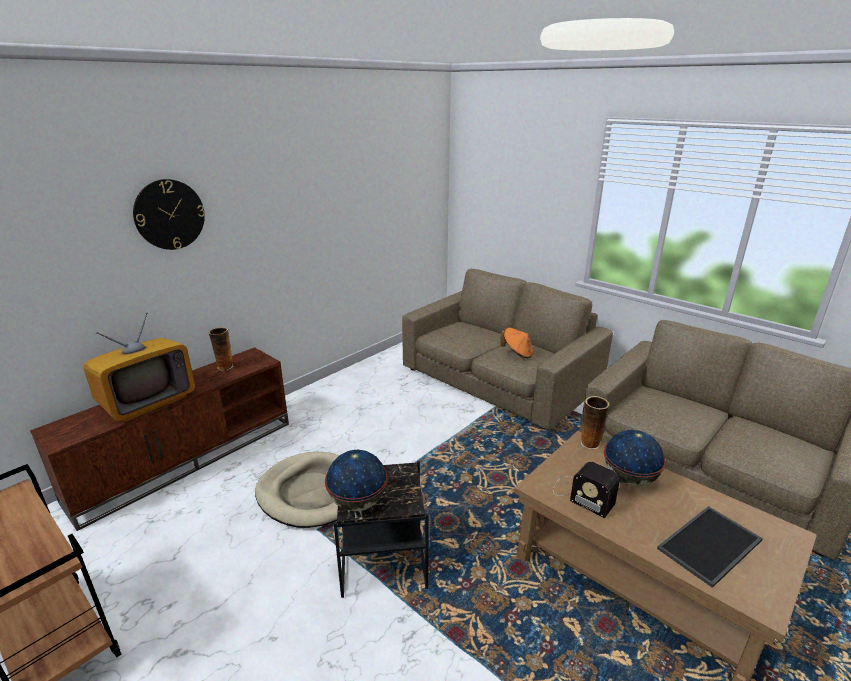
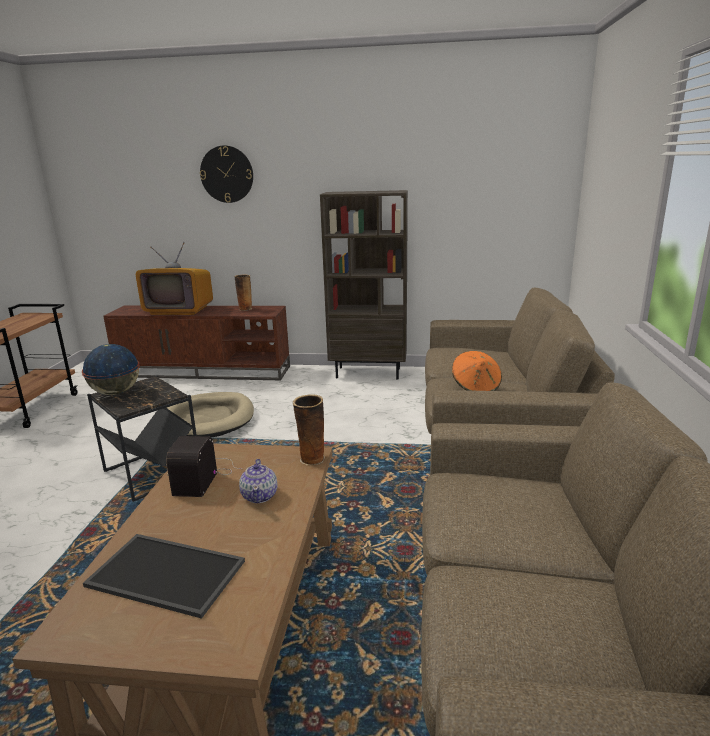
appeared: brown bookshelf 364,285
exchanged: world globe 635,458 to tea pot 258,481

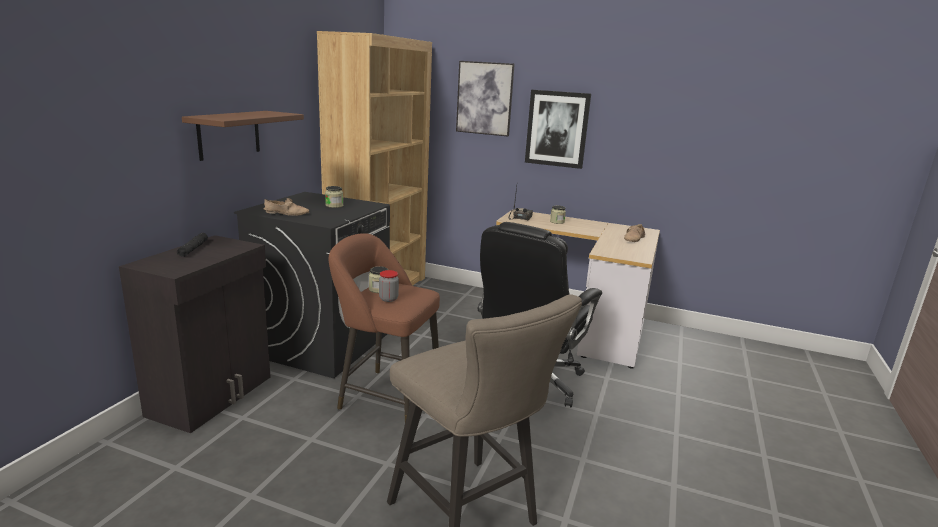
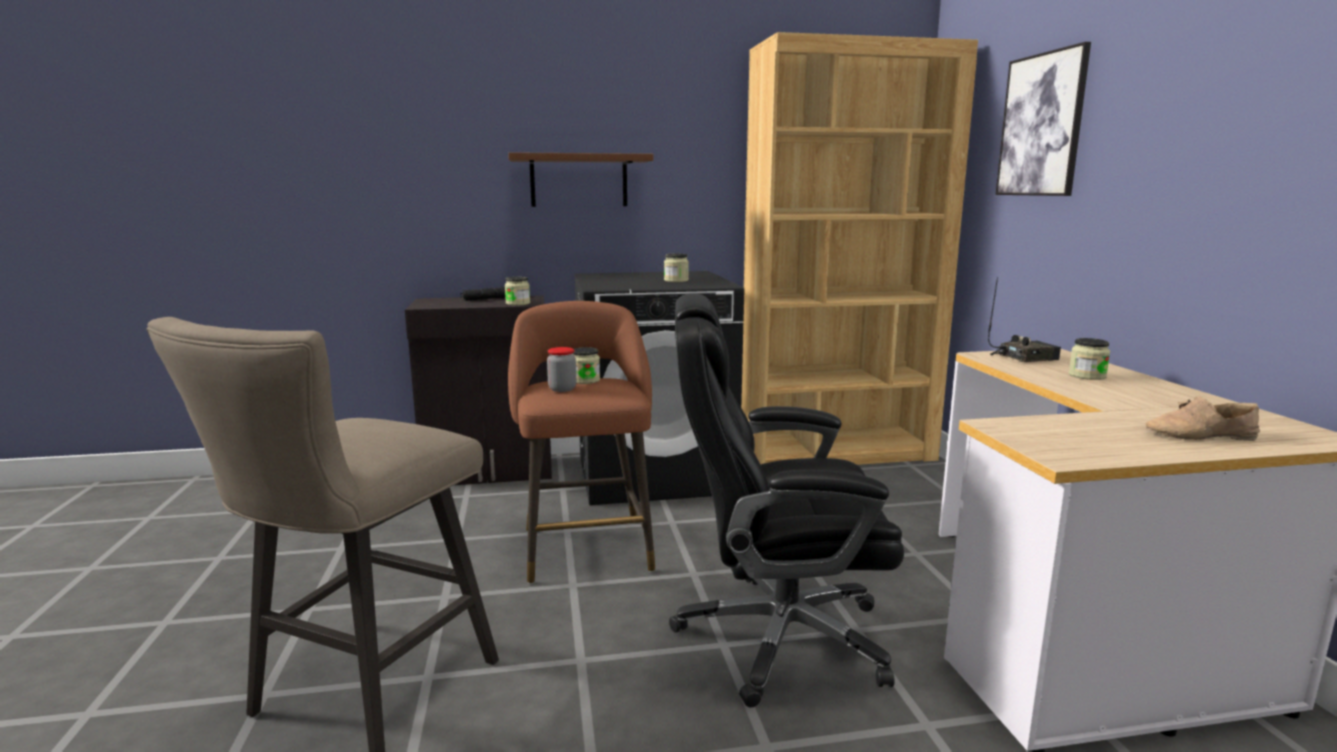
missing: wall art 558,129; beige-coloured item of footwear 286,207
appeared: storage jar 517,291

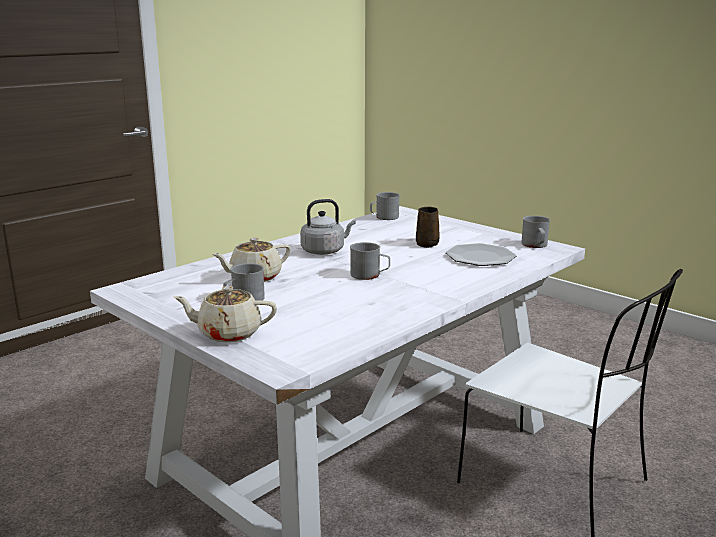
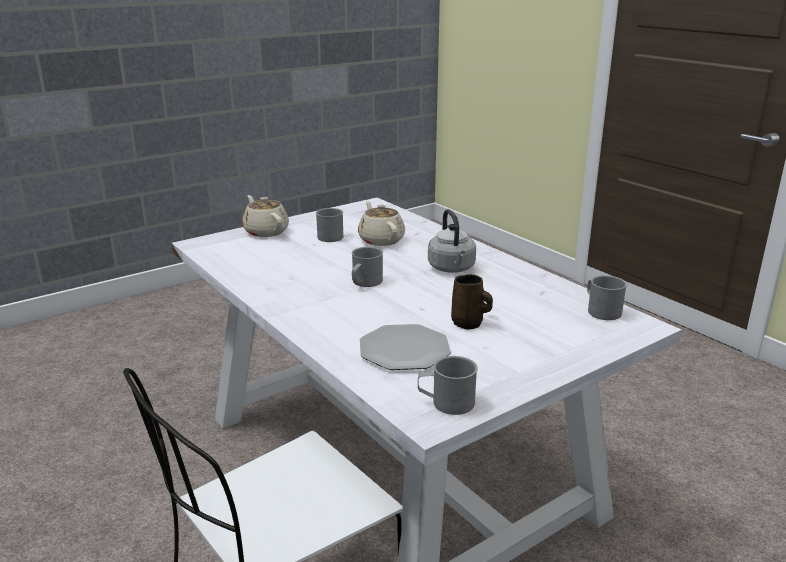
spun: beige-coloured tea pot 225,314 = 265,216 45 degrees counterclockwise

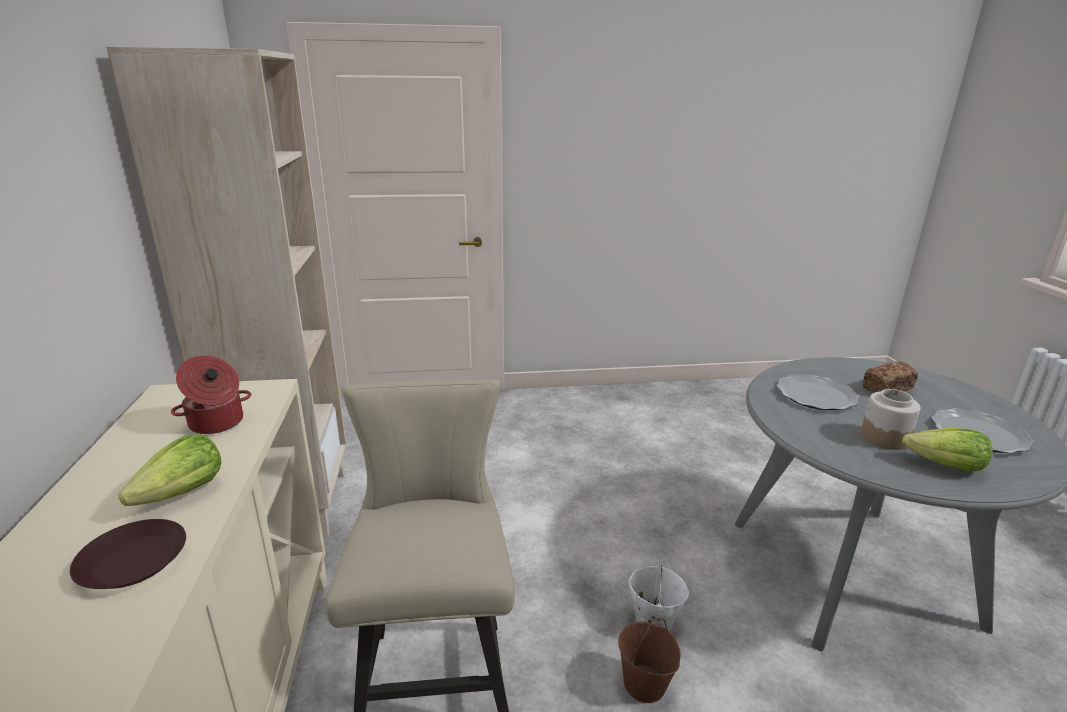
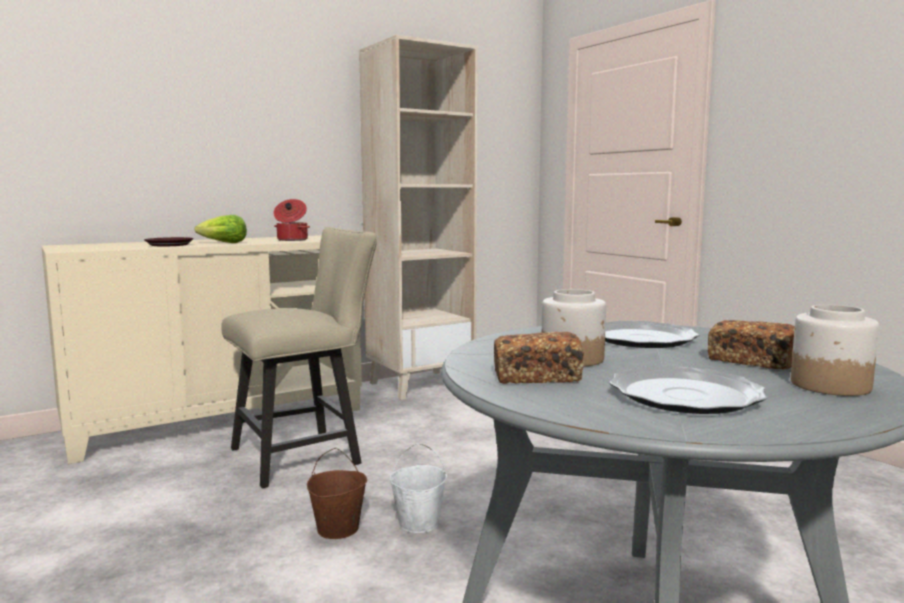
appeared: storage jar 835,350
exchanged: lettuce 947,450 to baked bread 539,358

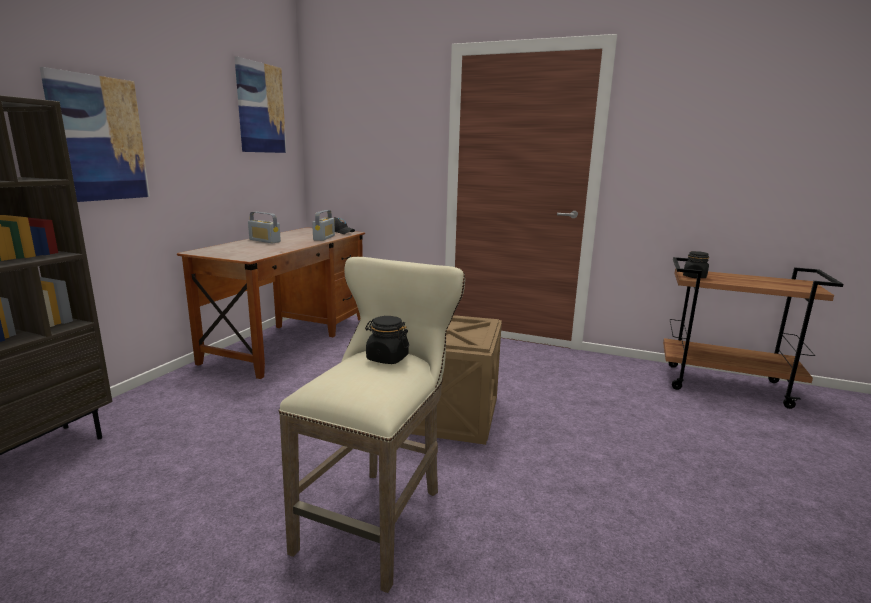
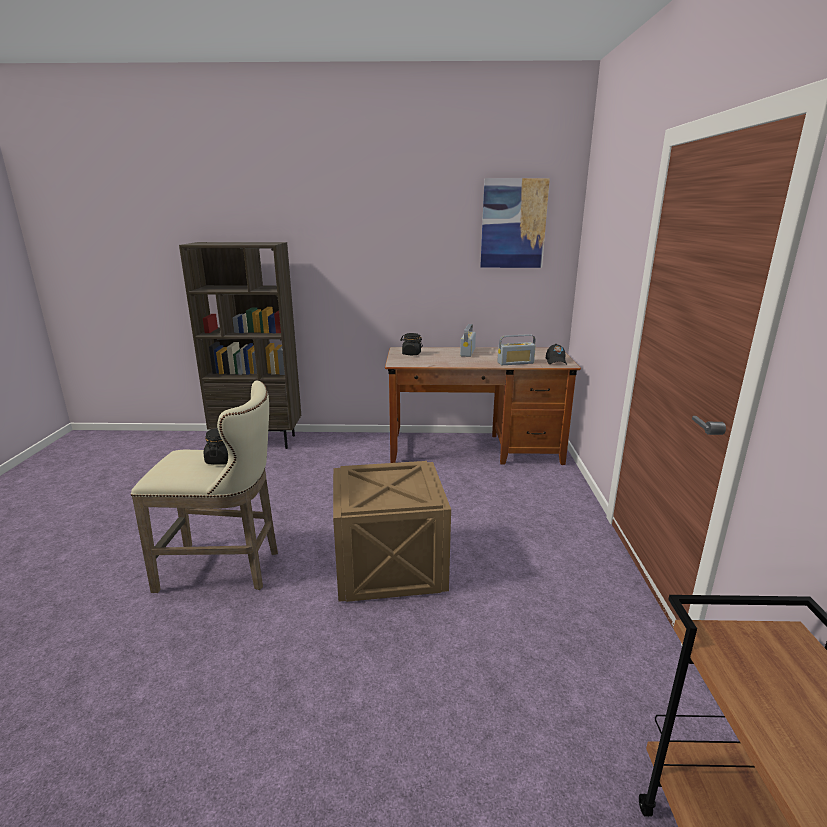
missing: wall art 95,134
relocated: black-coloured storage jar 696,264 to 411,344

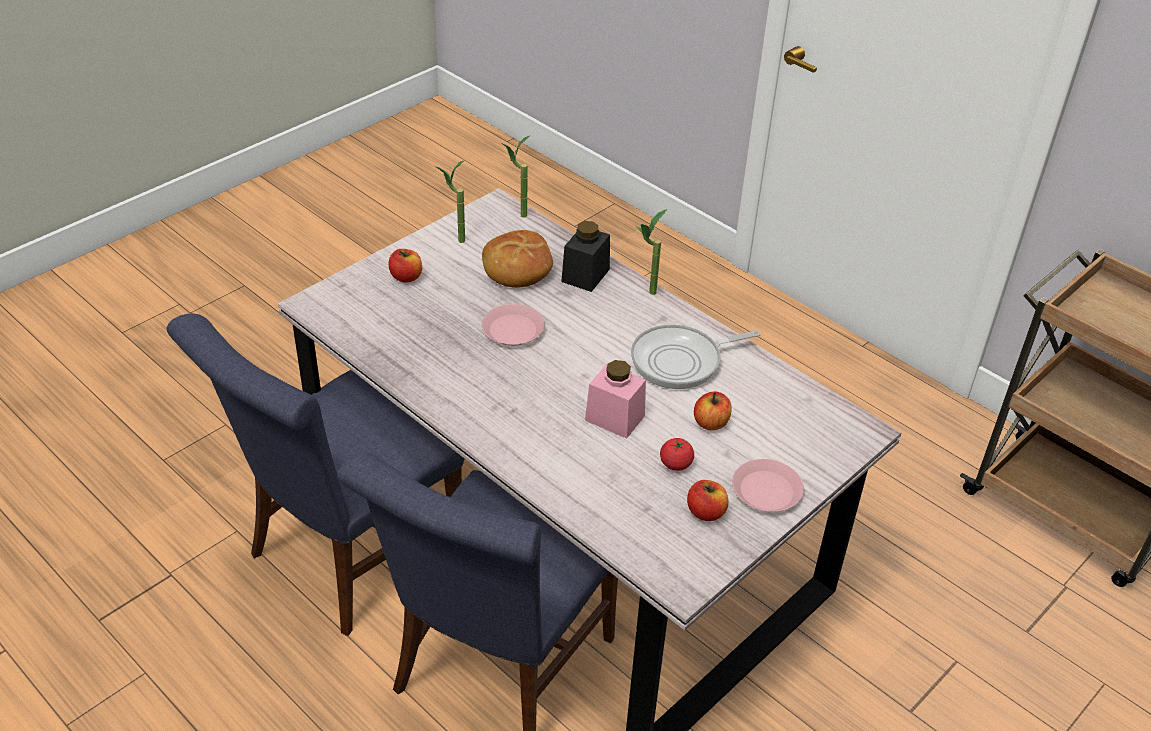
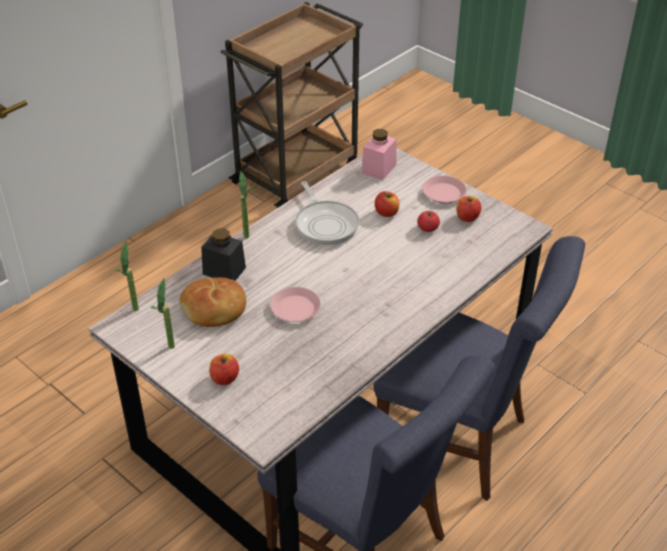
relocated: pinkish storage jar 615,399 to 379,154

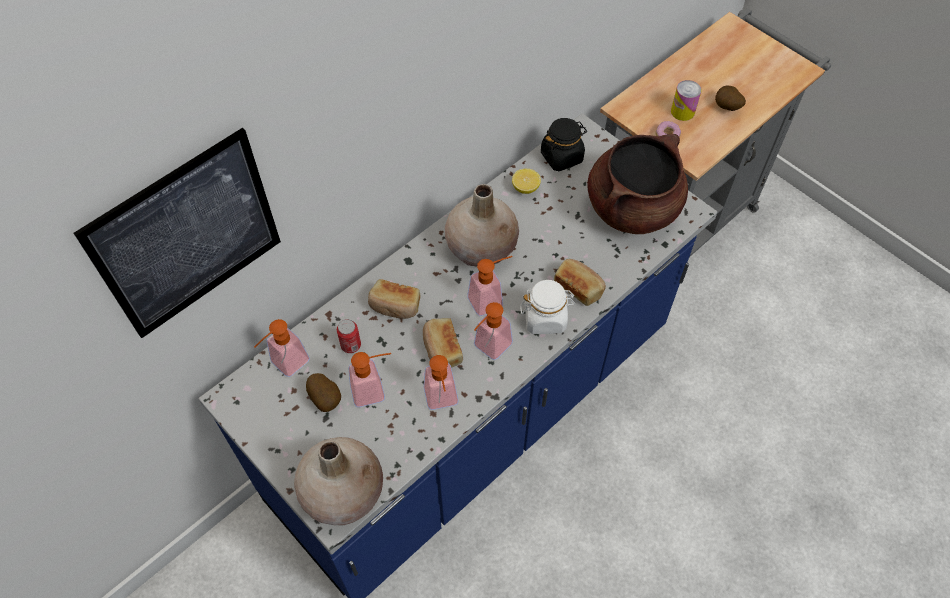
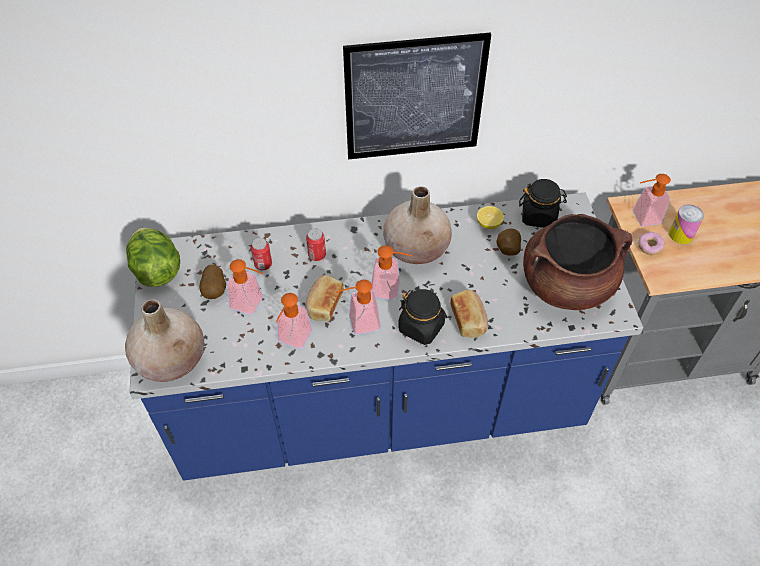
appeared: lettuce 153,257
relocated: potato 730,98 to 508,241; wall art 177,233 to 417,96; soap dispenser 282,348 to 652,200
exchanged: baked bread 394,299 to can 316,245
colour: whitish storage jar 547,307 to black-coloured storage jar 423,317

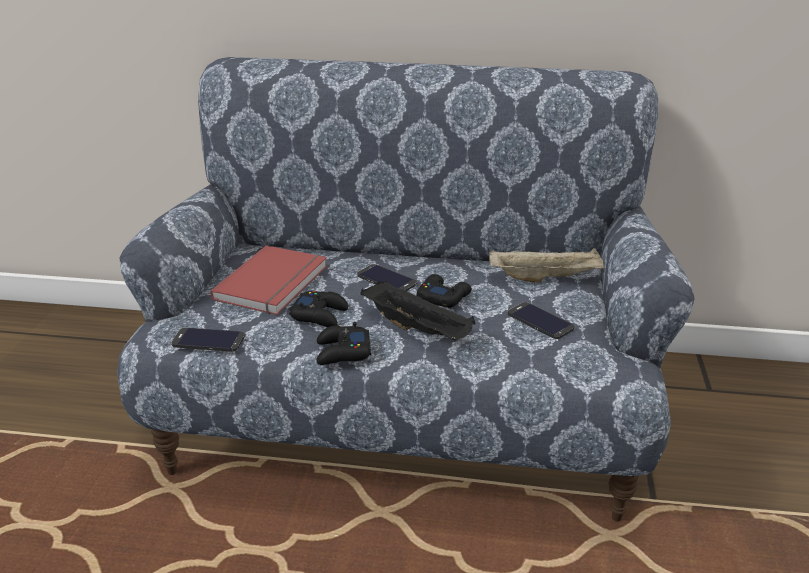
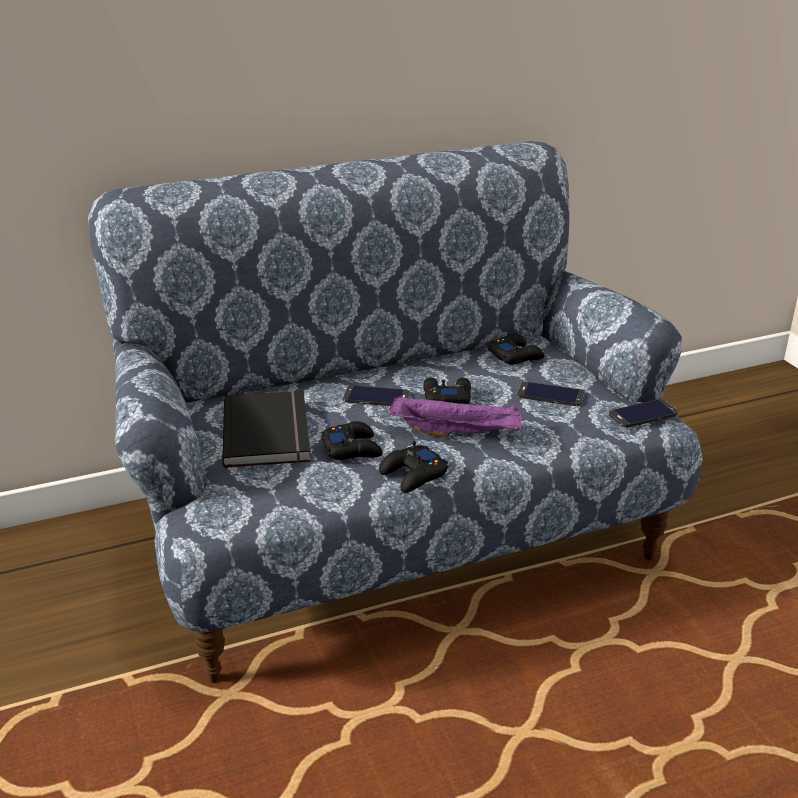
relocated: phone 208,340 to 643,413
exchanged: beige-coloured carrying tray 547,265 to black-coloured joypad 516,349
colour: red-coloured bound book 268,280 to black-coloured bound book 266,429; black-coloured carrying tray 418,310 to purple carrying tray 455,416

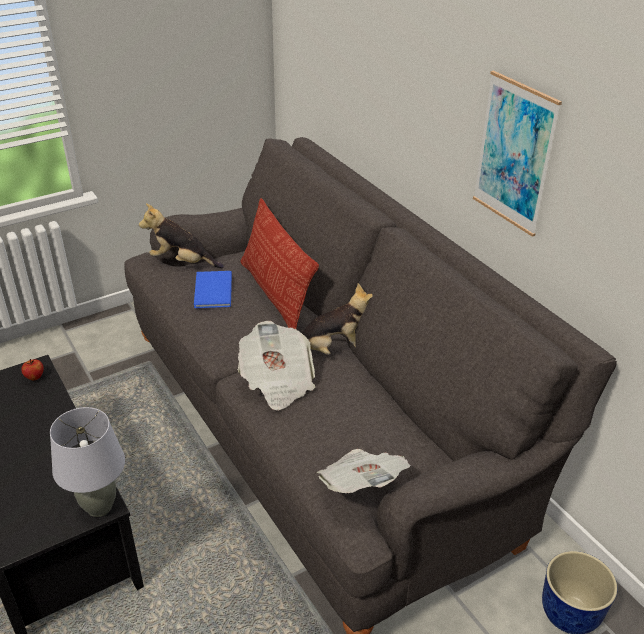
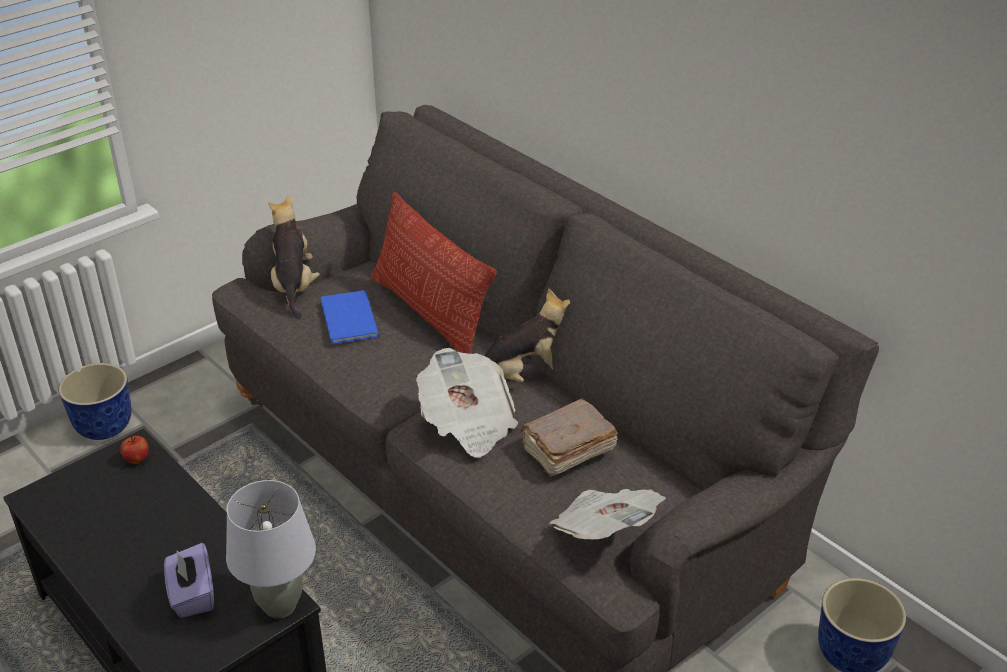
missing: wall art 517,154
appeared: flower pot 95,401; brown bound book 569,438; purple tissue box 189,580
spun: cuddly toy 181,235 = 294,257 75 degrees clockwise

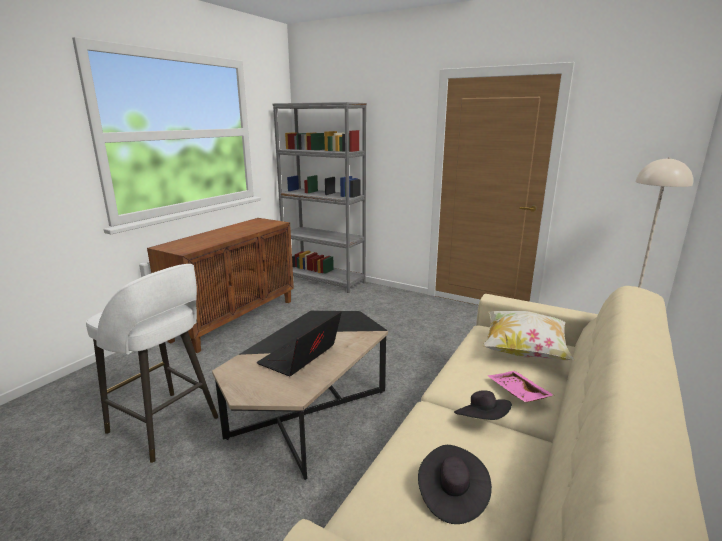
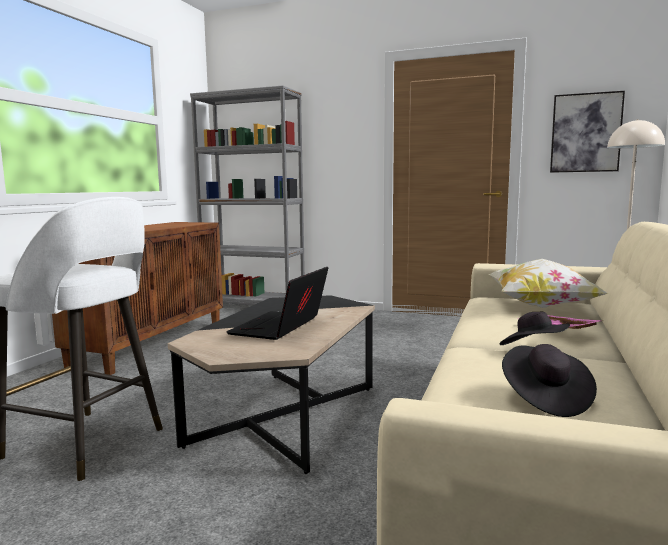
appeared: wall art 587,132

